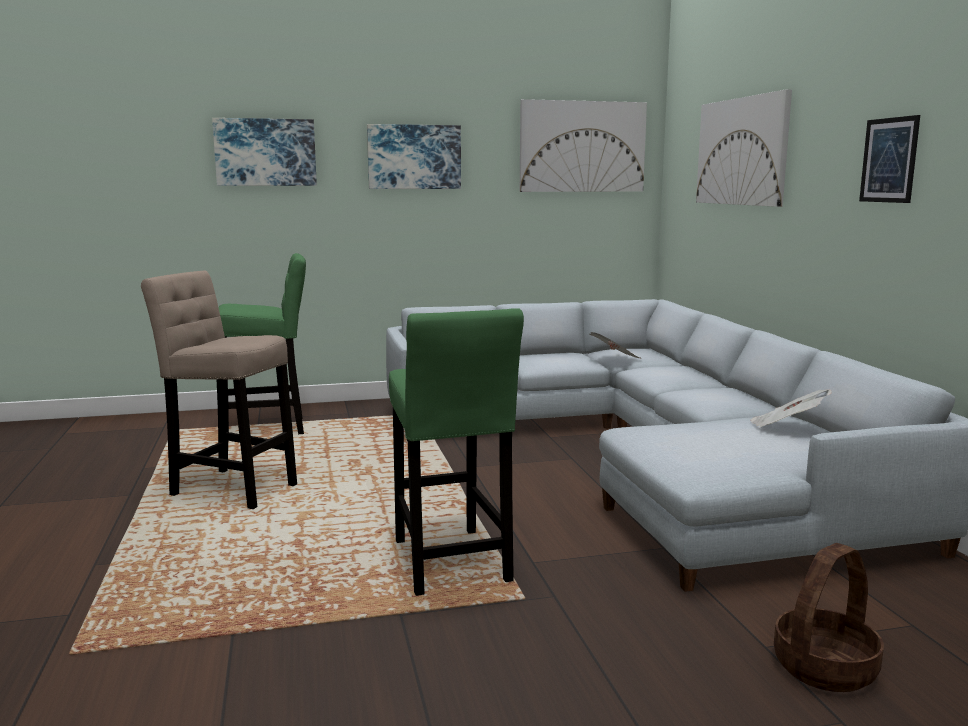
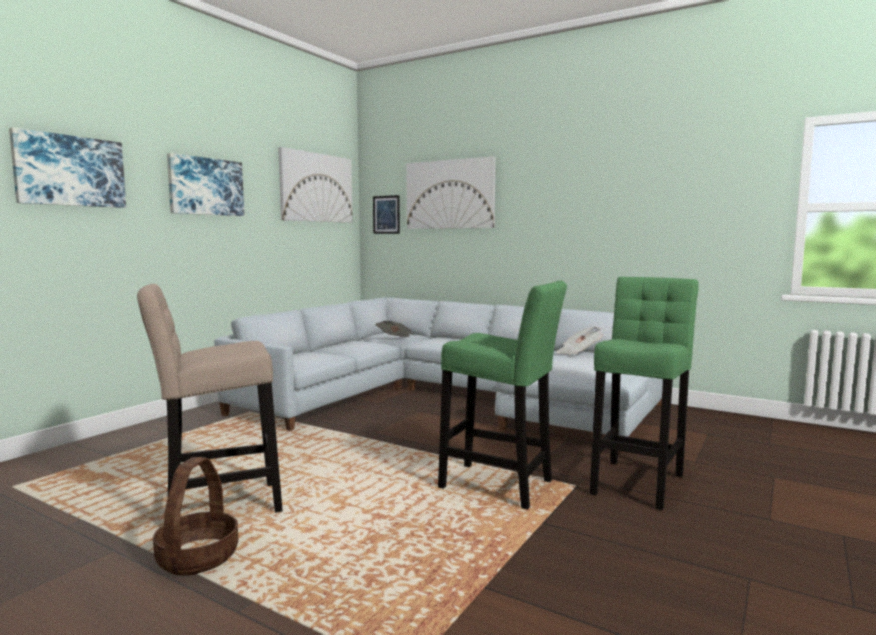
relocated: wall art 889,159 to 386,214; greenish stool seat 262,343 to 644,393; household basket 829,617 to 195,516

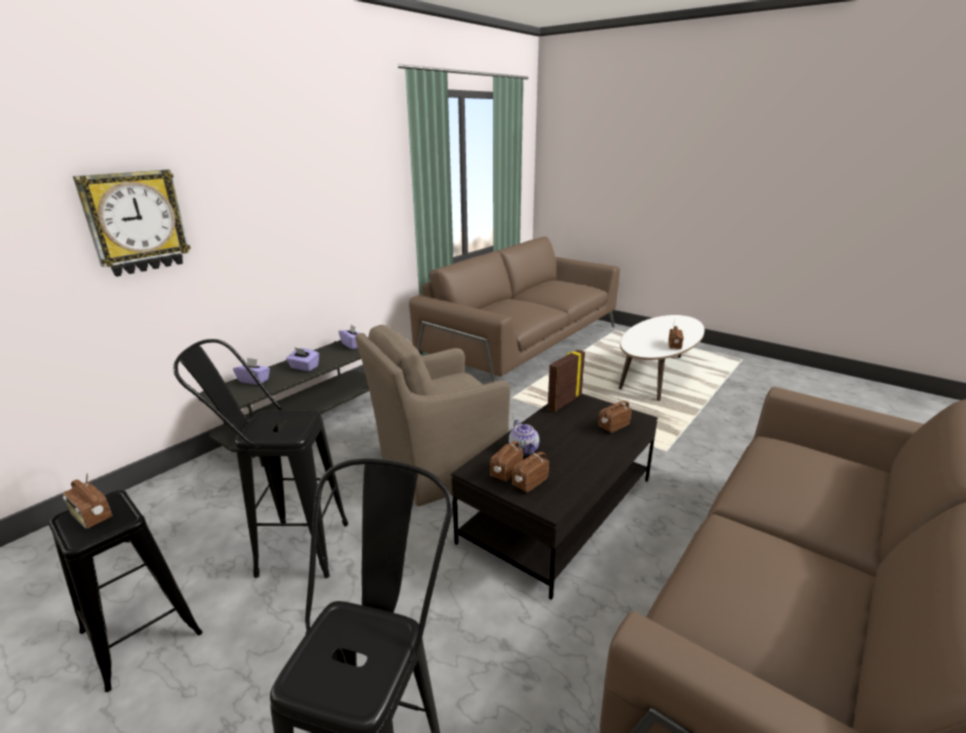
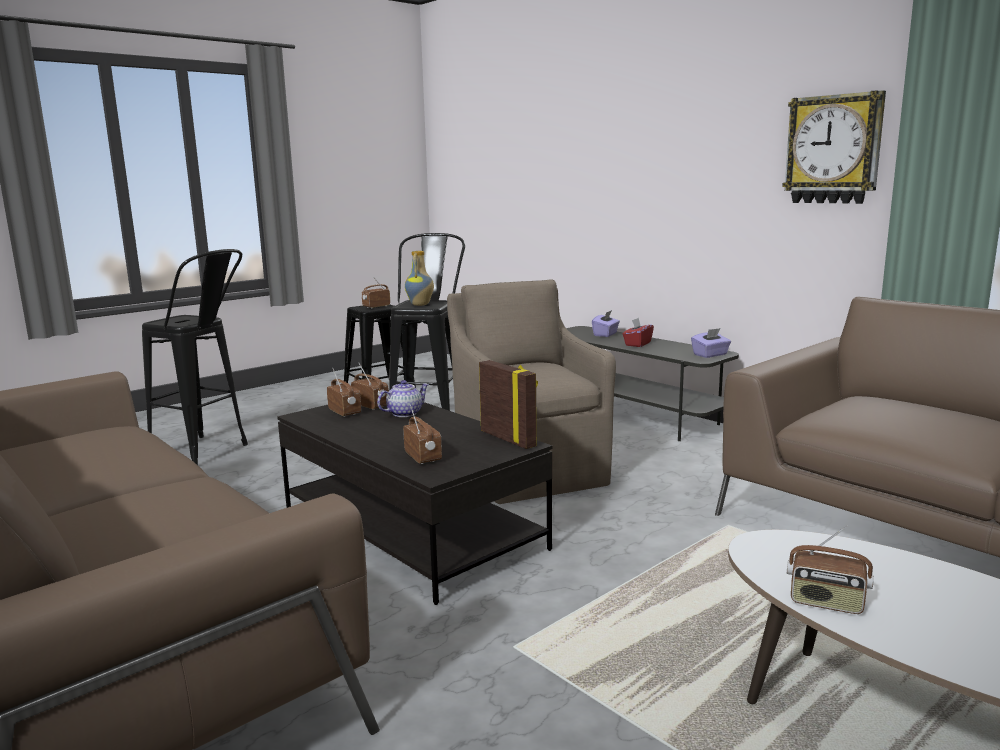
appeared: flower vase 419,278
relocated: wall clock 132,223 to 834,147
colour: purple tissue box 302,359 to red-coloured tissue box 638,332
spun: tea pot 524,437 = 403,398 150 degrees clockwise

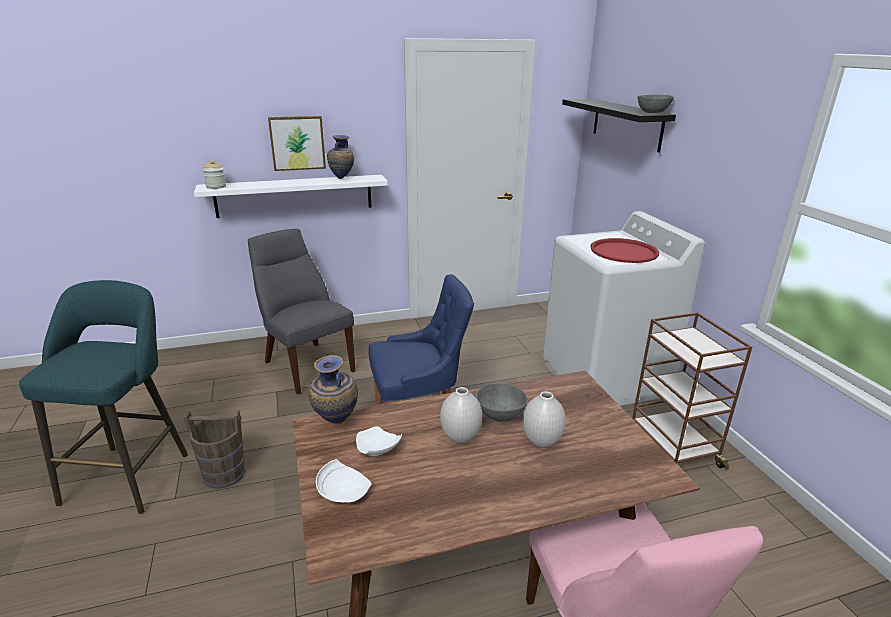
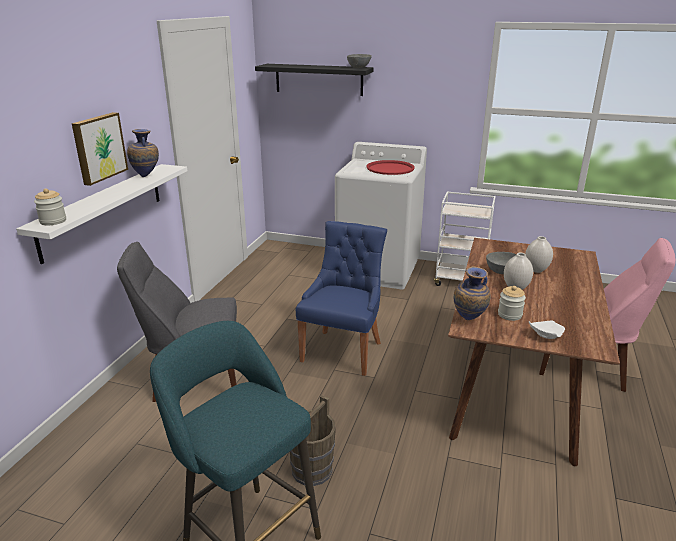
exchanged: whitish plate 379,441 to storage jar 512,303
colour: brown wheeled cart 692,390 to whitish wheeled cart 465,239

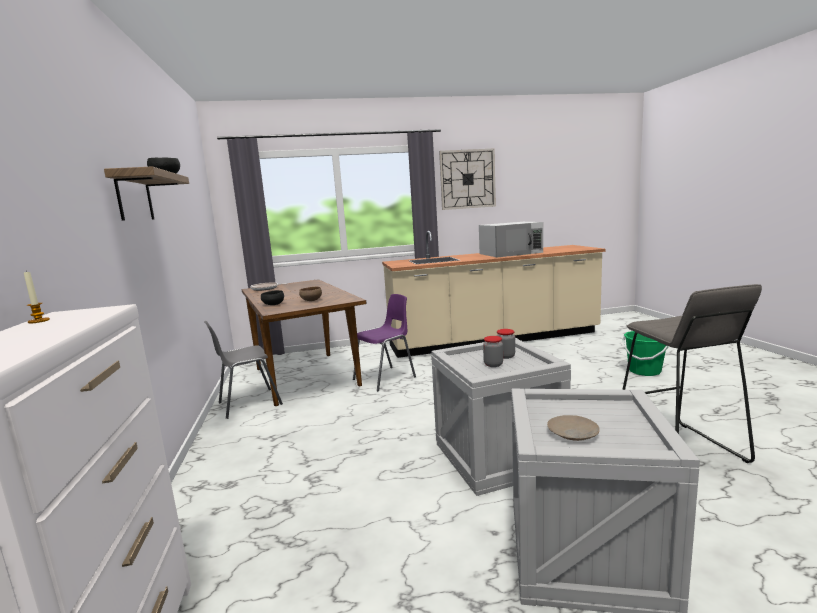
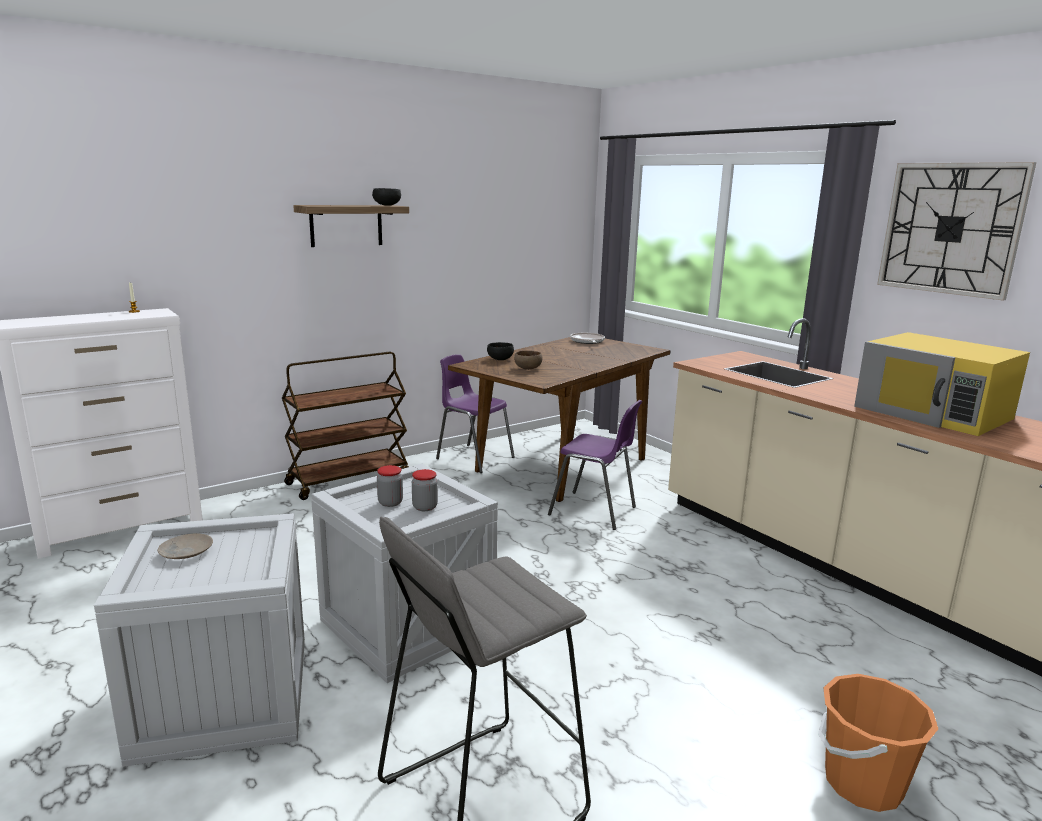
appeared: brown wheeled cart 345,426
colour: whitish kitchen microwave 511,239 to yellowish kitchen microwave 942,384; greyish upright chair 243,370 to purple upright chair 475,413; greenish water bucket 646,353 to orange water bucket 878,743

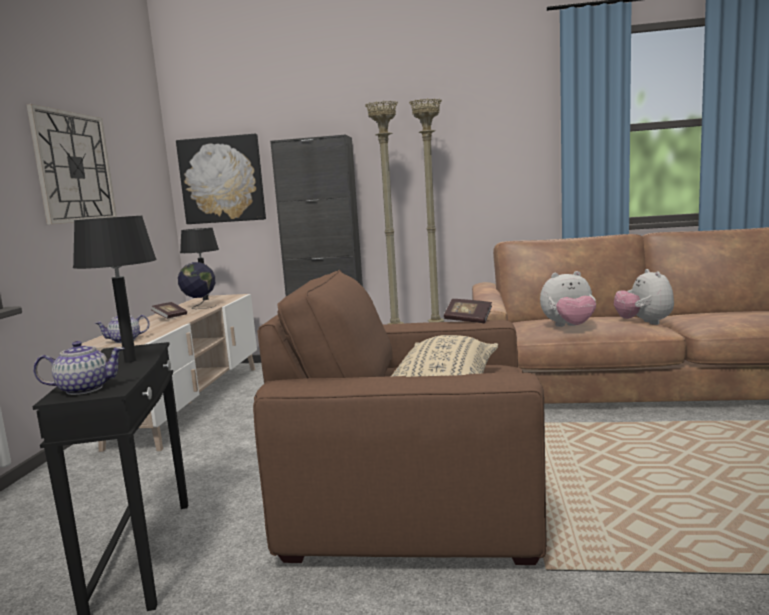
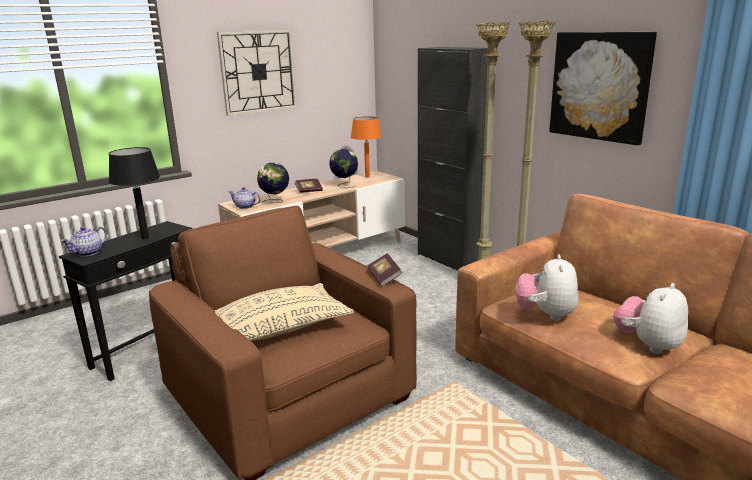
appeared: world globe 273,183
relocated: wall art 221,179 to 603,88
colour: black-coloured lamp for a table 199,264 to orange lamp for a table 366,146
spun: cuddly toy 568,299 = 547,287 60 degrees clockwise; tea pot 78,368 = 84,241 90 degrees clockwise

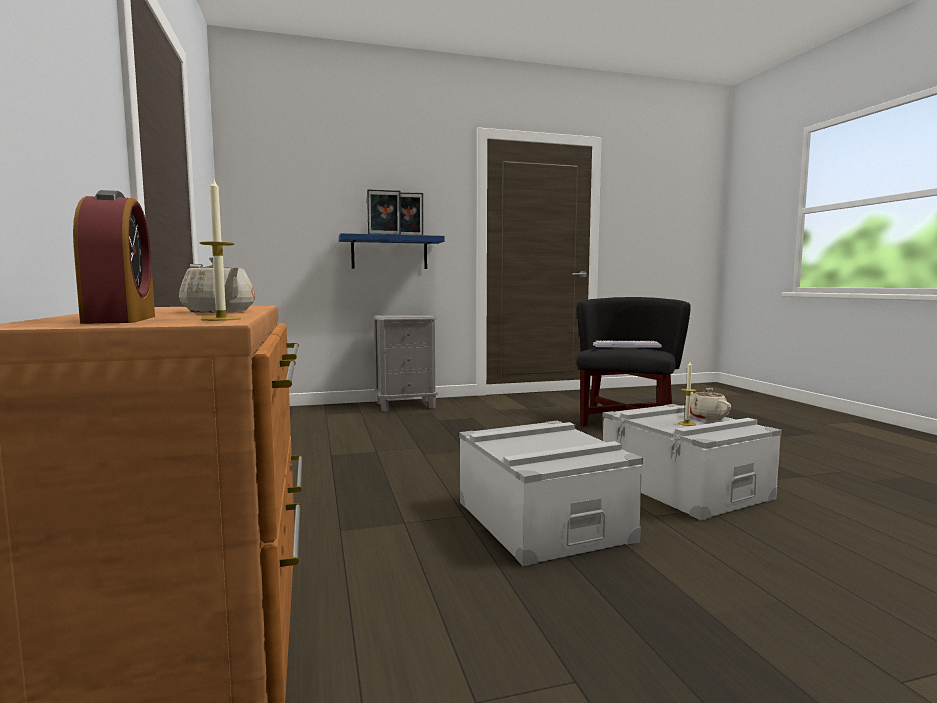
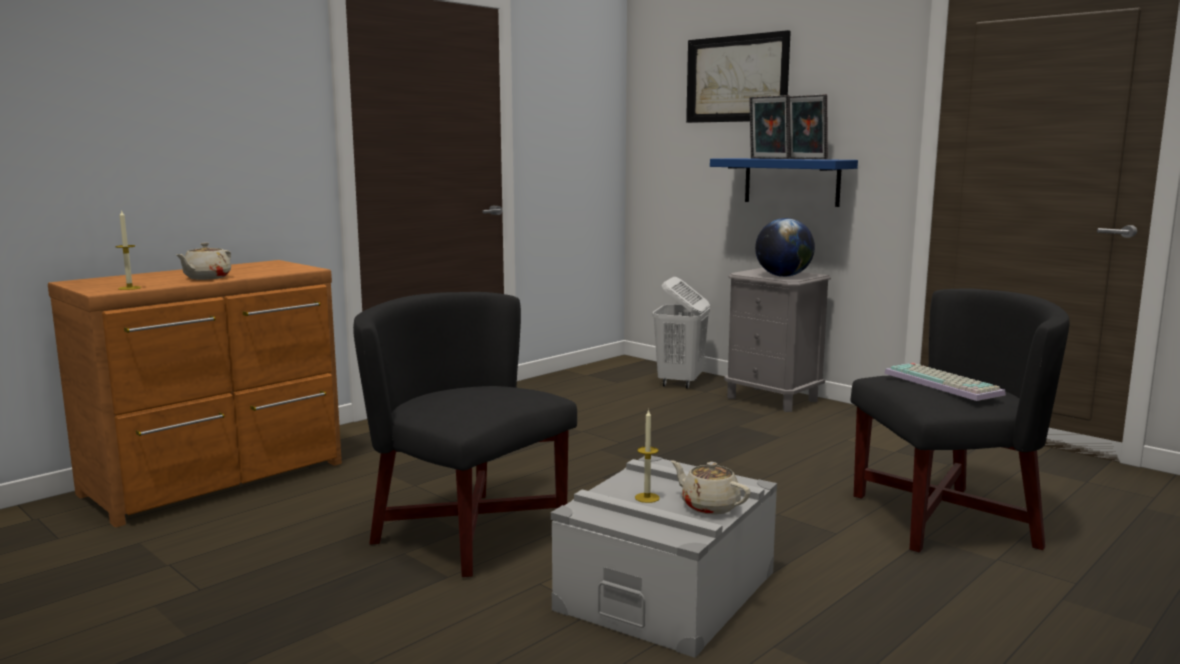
missing: alarm clock 114,257
appeared: wall art 738,76; world globe 785,247; whitish hamper 681,333
exchanged: greyish storage bin 551,493 to black-coloured easy chair 465,434
spun: beige-coloured tea pot 710,404 = 711,487 90 degrees counterclockwise

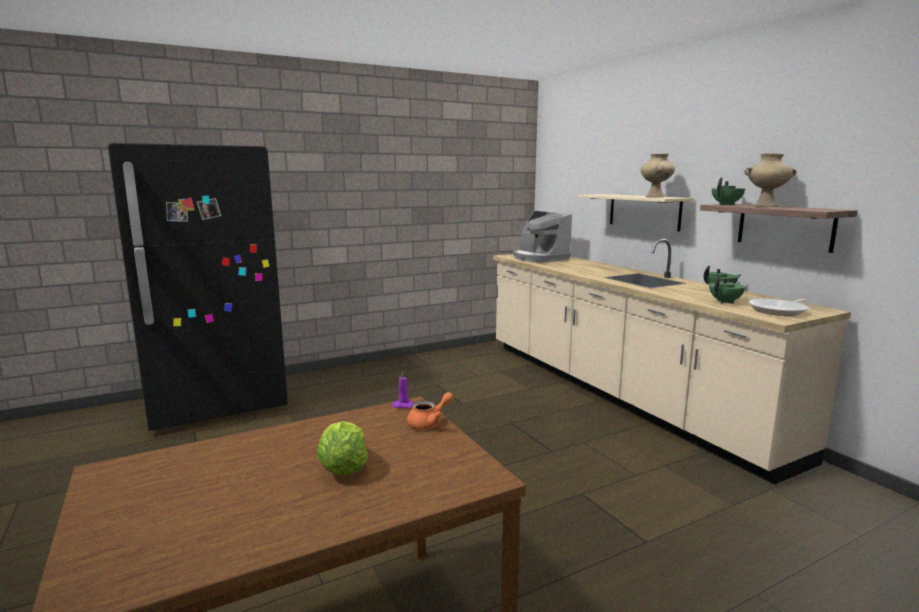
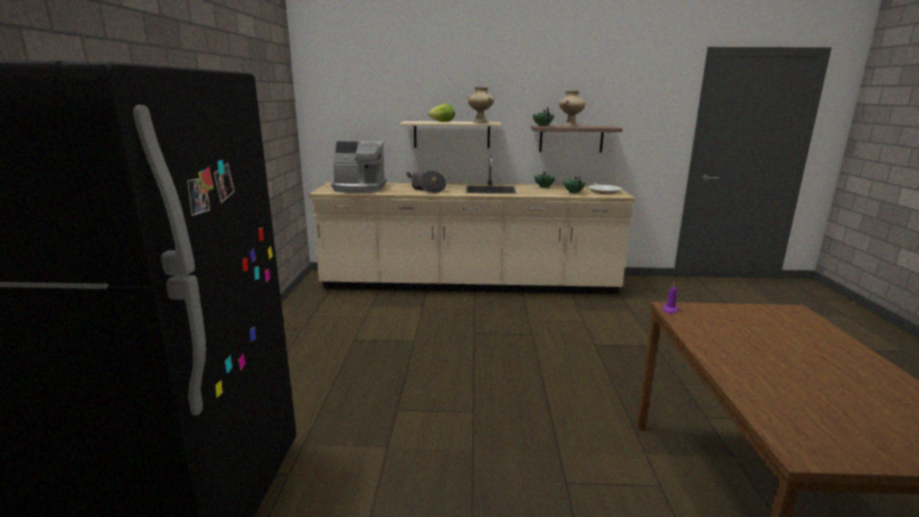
missing: orange tea pot 430,410
appeared: stockpot 427,182
relocated: lettuce 342,448 to 441,113

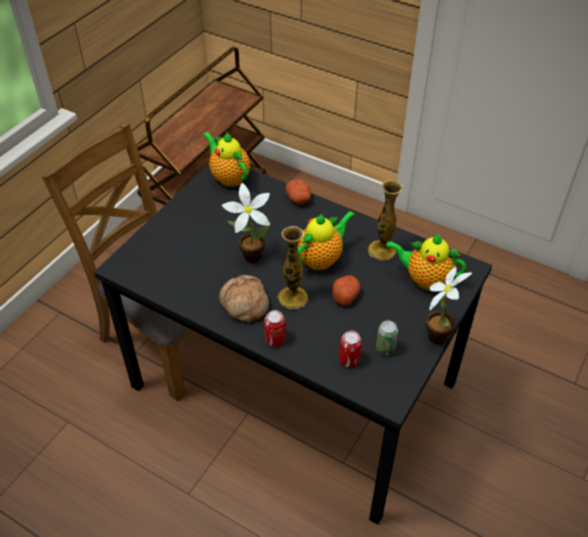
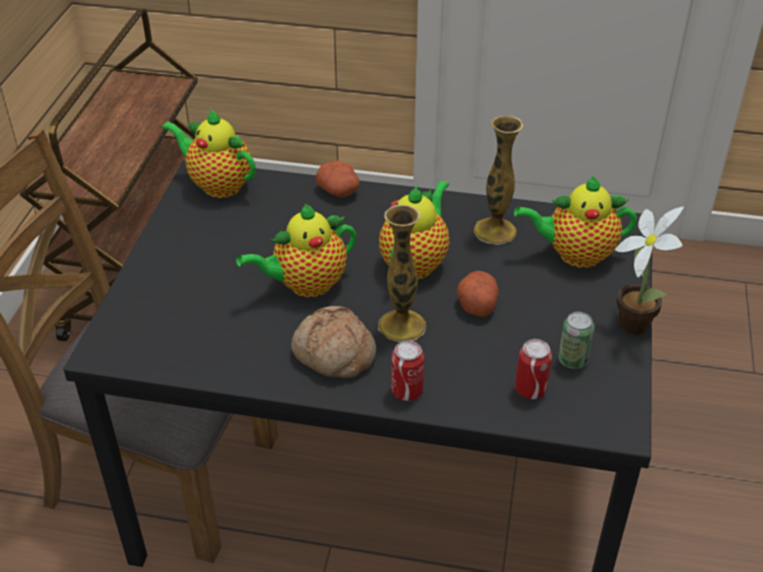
exchanged: plant in a pot 246,223 to tea pot 296,250

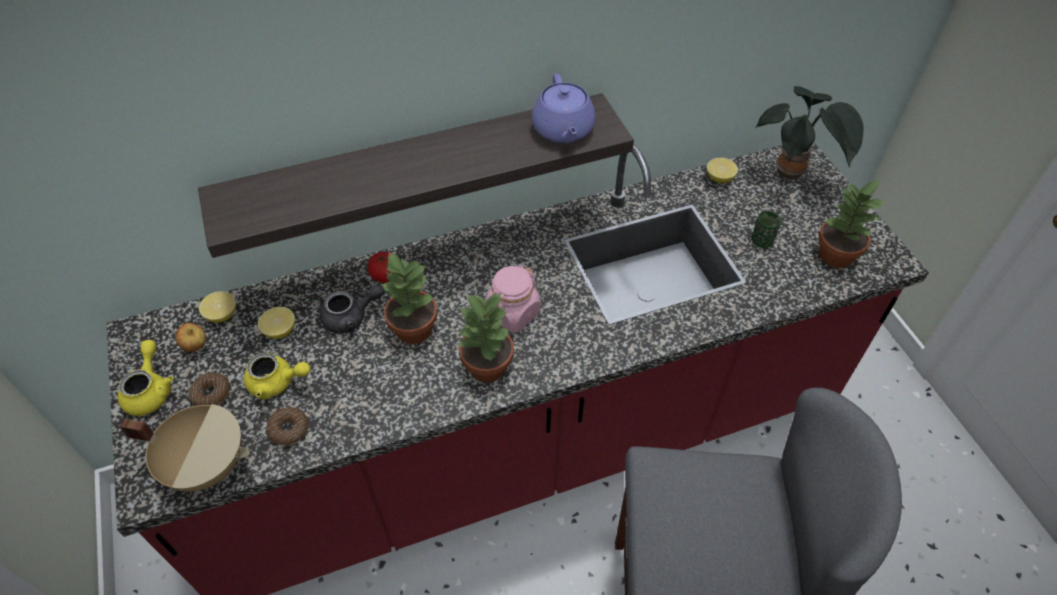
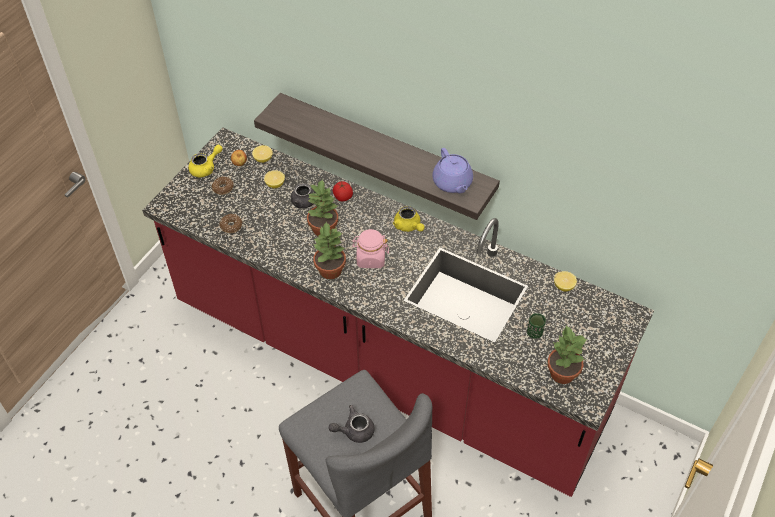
missing: plant in a pot 809,133; beige-coloured stockpot 185,448
appeared: greyish tea pot 352,424
relocated: yellowish tea pot 277,376 to 409,219
spun: purple tea pot 564,108 = 452,170 60 degrees counterclockwise

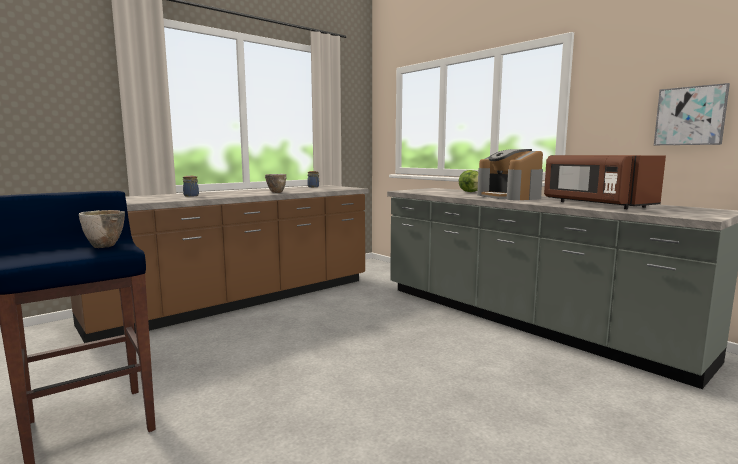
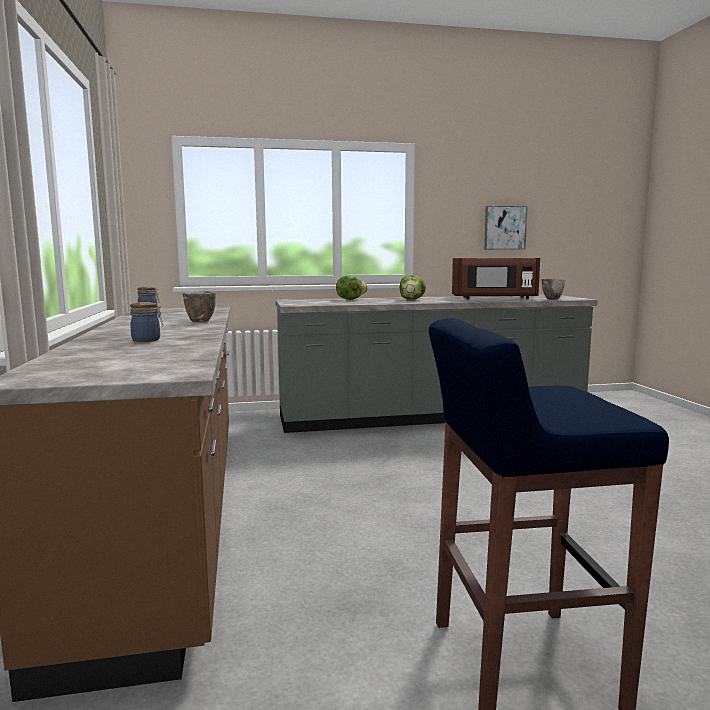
relocated: deep dish 102,229 to 553,288
exchanged: coffee machine 510,174 to lettuce 413,287

